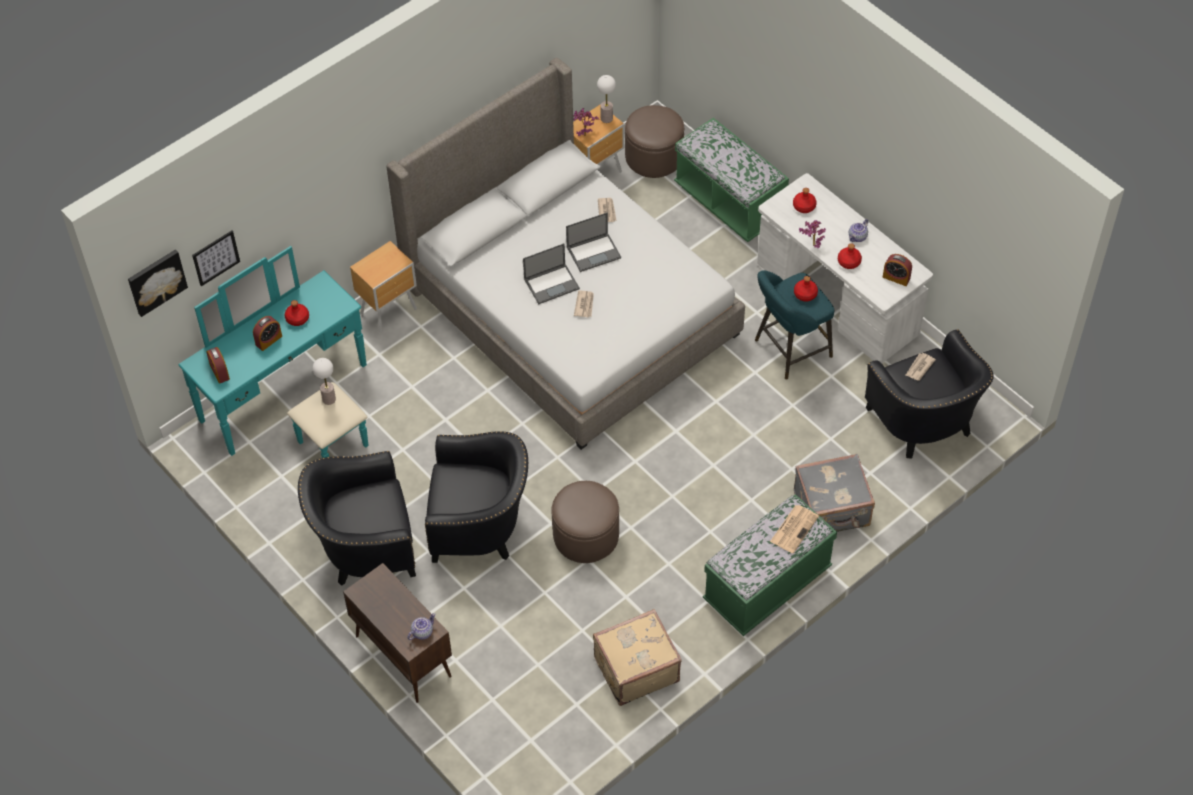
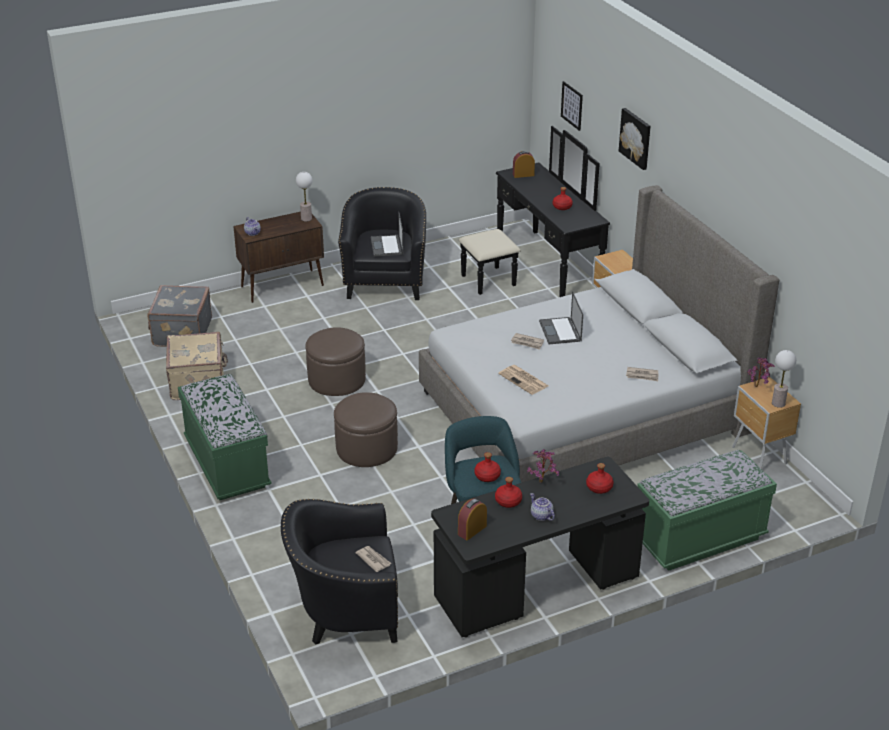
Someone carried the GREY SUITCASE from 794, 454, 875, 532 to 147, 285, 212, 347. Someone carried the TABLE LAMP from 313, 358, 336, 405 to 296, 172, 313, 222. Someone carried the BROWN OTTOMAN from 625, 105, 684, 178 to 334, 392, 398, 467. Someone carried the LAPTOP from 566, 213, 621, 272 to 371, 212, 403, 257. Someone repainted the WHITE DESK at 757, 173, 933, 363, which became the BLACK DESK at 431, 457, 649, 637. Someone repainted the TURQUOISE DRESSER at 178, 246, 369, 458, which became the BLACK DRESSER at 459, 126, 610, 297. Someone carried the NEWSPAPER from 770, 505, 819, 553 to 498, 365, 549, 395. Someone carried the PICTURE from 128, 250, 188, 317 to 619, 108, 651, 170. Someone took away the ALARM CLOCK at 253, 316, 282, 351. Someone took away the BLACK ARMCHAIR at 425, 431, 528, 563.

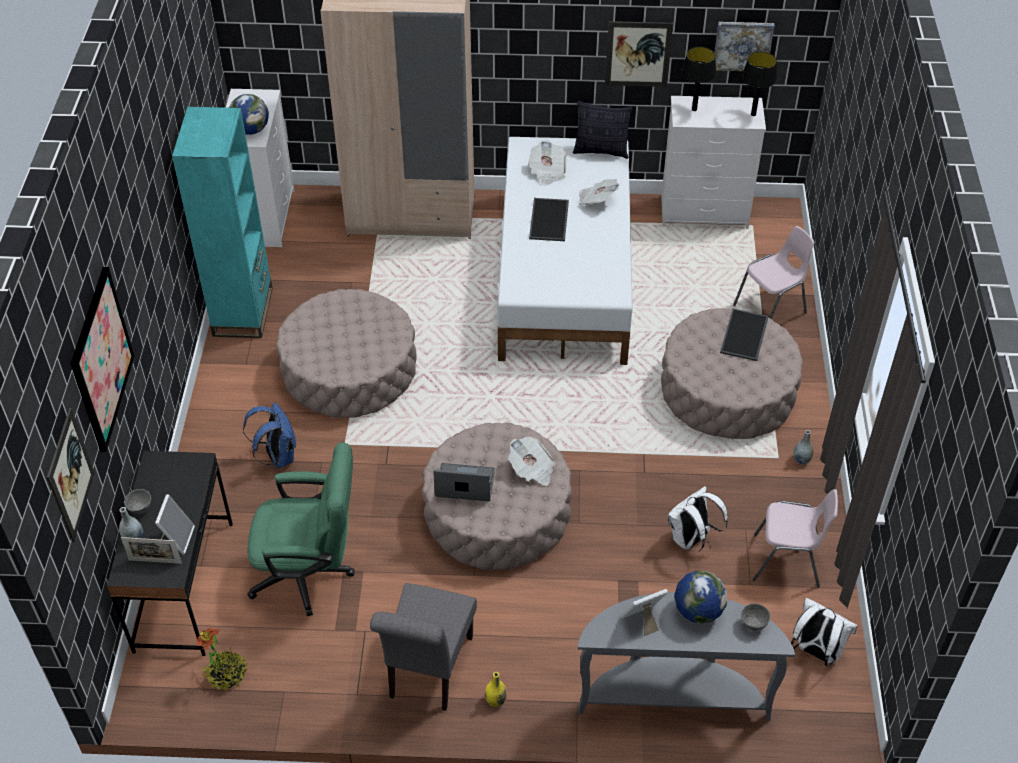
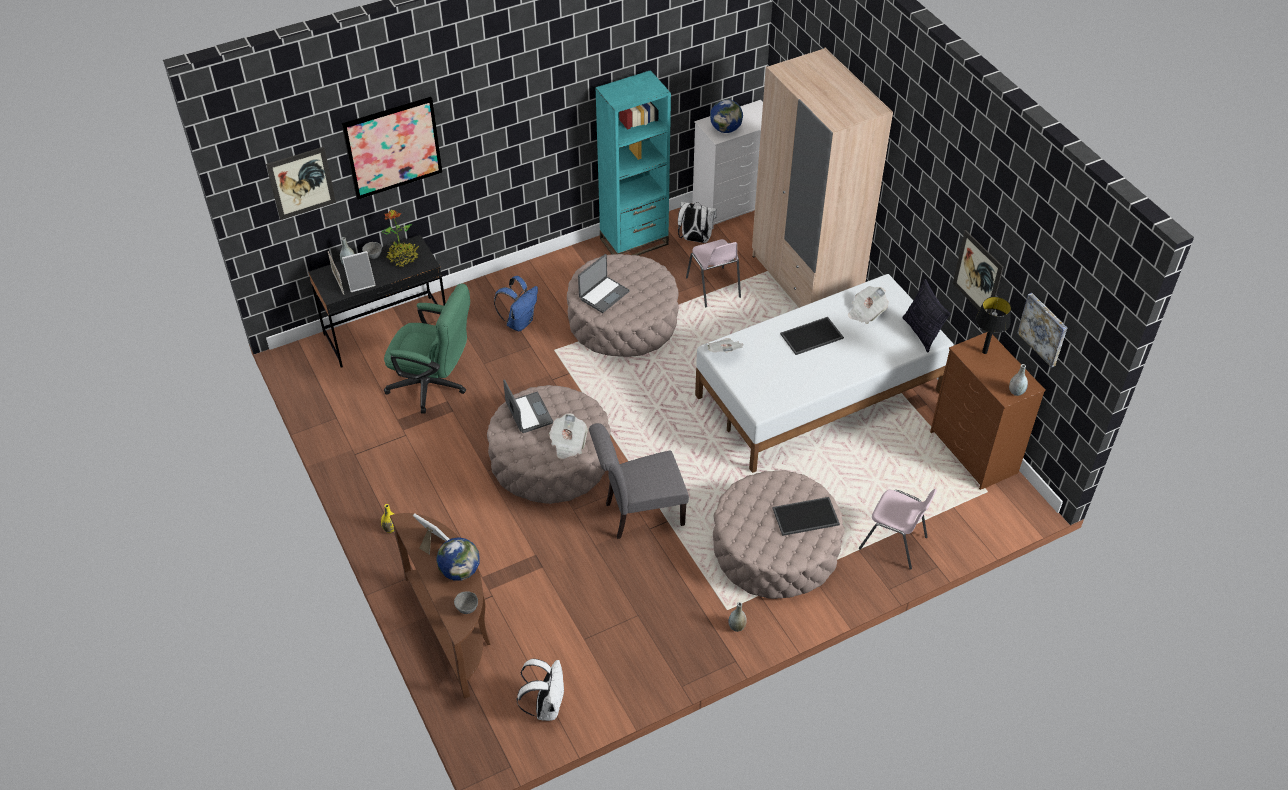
Someone carried the POTTED PLANT from 197, 627, 247, 691 to 382, 210, 419, 267. Someone rotated the GREEN OFFICE CHAIR at 247, 442, 355, 616 by 45 degrees counterclockwise. Someone repainted the GREY CONSOLE TABLE at 578, 592, 795, 721, which became the BROWN CONSOLE TABLE at 390, 513, 490, 699. Someone put down the LAPTOP at 578, 254, 630, 313. Someone carried the GREY CHAIR from 370, 583, 477, 711 to 589, 423, 689, 539. Someone carried the WHITE BACKPACK from 668, 486, 728, 552 to 678, 202, 717, 243. Someone carried the PINK CHAIR from 752, 489, 838, 588 to 686, 239, 741, 307. Someone carried the NEWSPAPER from 579, 179, 619, 205 to 707, 338, 744, 353. Someone repainted the WHITE DRESSER at 661, 96, 766, 229, which became the BROWN DRESSER at 930, 332, 1045, 490. Someone swapped the BLACK TABLE LAMP at 742, 52, 777, 116 for the GREY VASE at 1009, 364, 1028, 396.

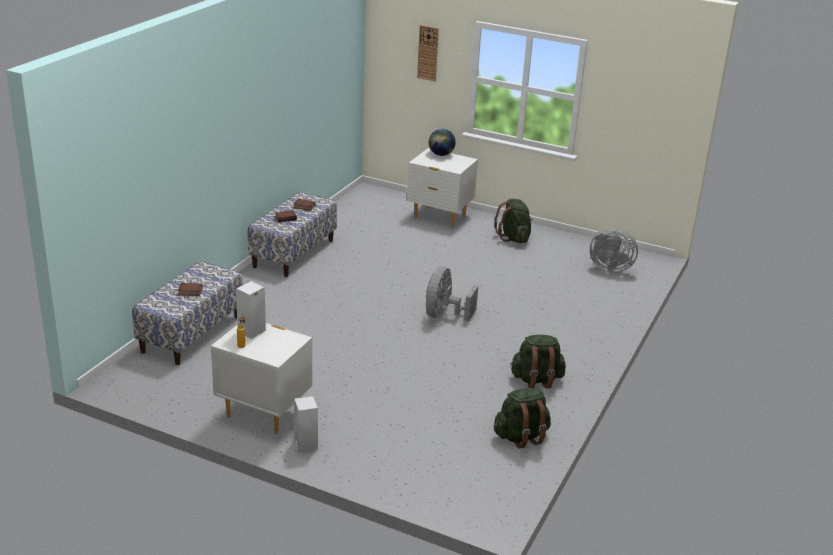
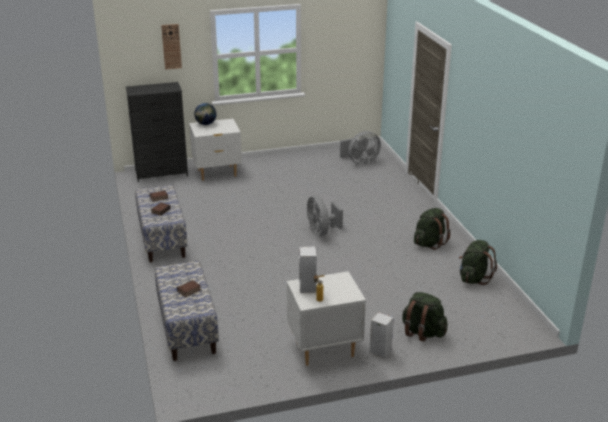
Someone put down the BLACK DRESSER at 126, 82, 188, 182. Someone carried the GREEN BACKPACK from 494, 199, 533, 243 to 402, 292, 447, 342.

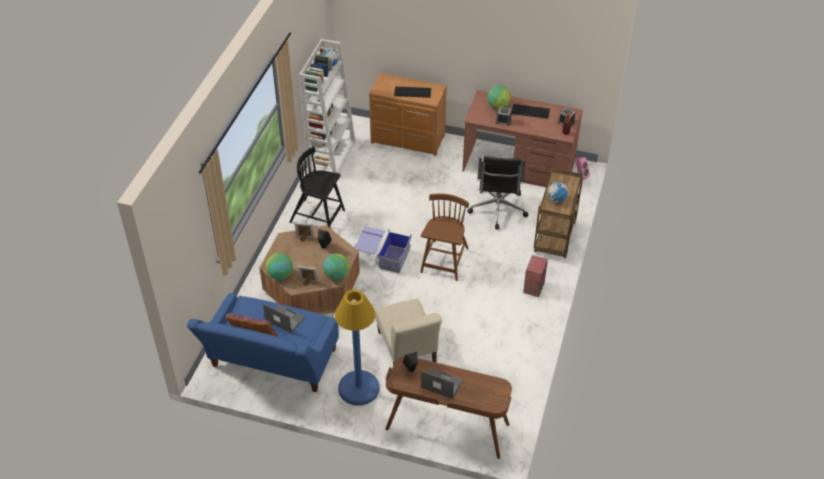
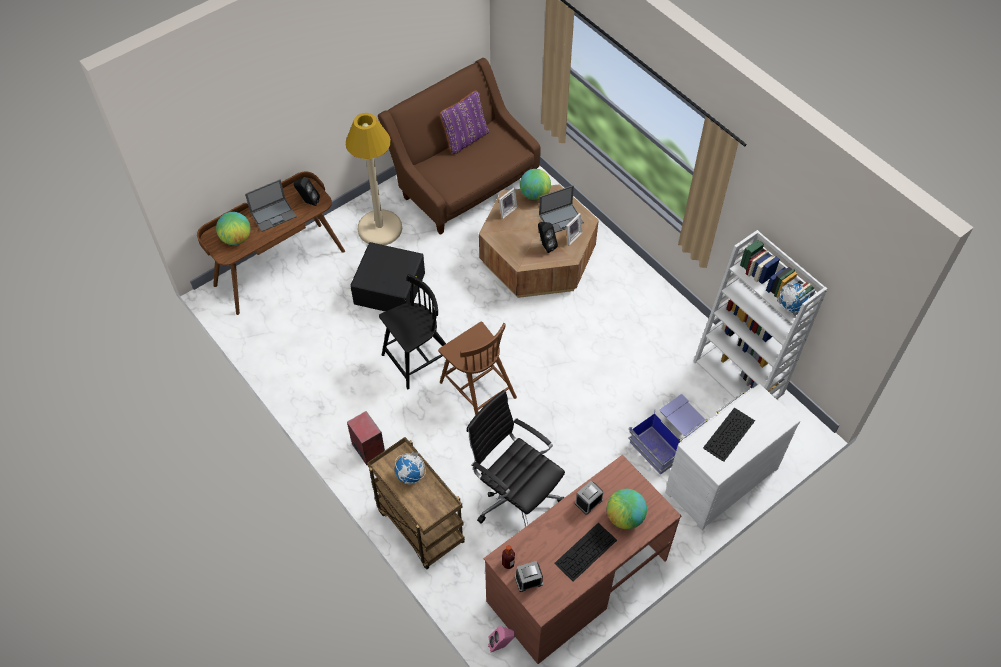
Someone carried the GLOBE from 323, 254, 350, 280 to 216, 212, 250, 245. Someone repainted the BLUE FLOOR LAMP at 335, 289, 380, 406, which became the BEIGE FLOOR LAMP at 346, 113, 402, 245. Someone swapped the BEIGE CHAIR at 376, 299, 442, 366 for the BLACK STORAGE BOX at 350, 242, 425, 312. Someone repainted the BLUE SOFA at 187, 294, 339, 392, which became the BROWN SOFA at 378, 58, 541, 235. Someone carried the BLACK CHAIR from 290, 146, 345, 229 to 379, 274, 446, 389. Someone carried the LAPTOP from 263, 304, 305, 333 to 539, 185, 584, 233. Someone carried the BLUE STORAGE BOX from 354, 226, 412, 273 to 628, 394, 709, 474. Someone repainted the BROWN DRESSER at 369, 73, 447, 156, which became the WHITE DRESSER at 665, 384, 800, 530.

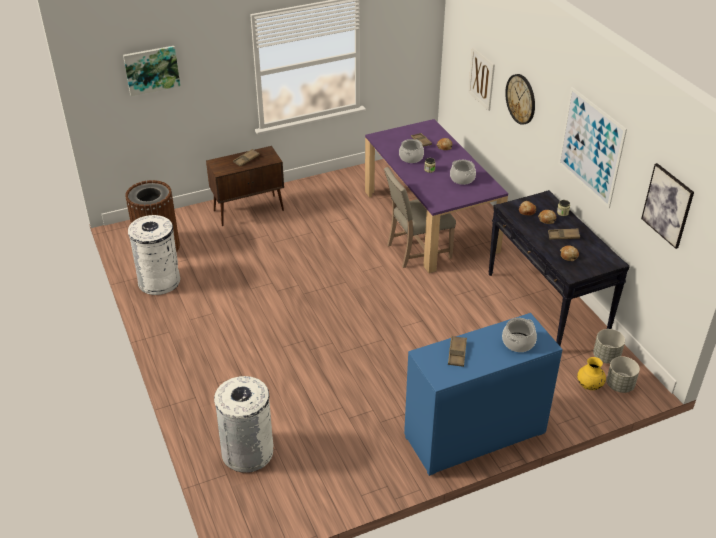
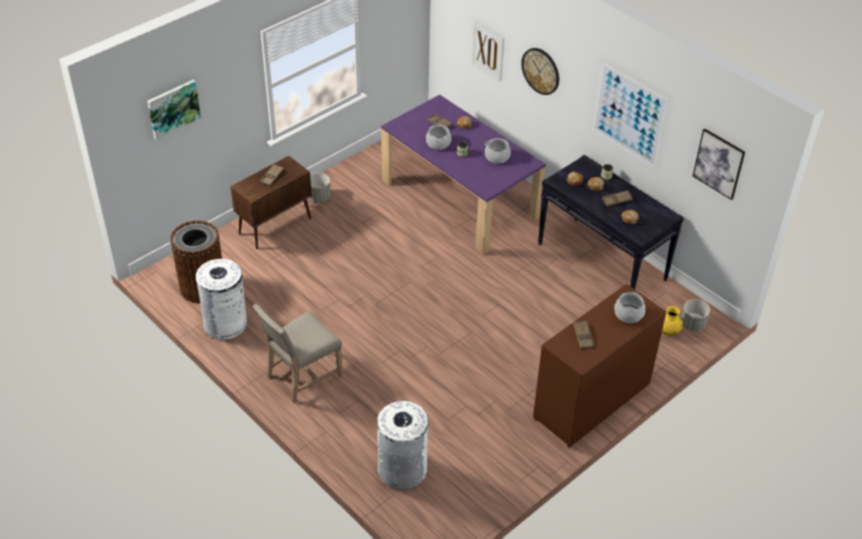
Someone carried the BEIGE CHAIR from 384, 167, 456, 268 to 252, 304, 343, 403. Someone carried the GREY PLANTER from 593, 329, 625, 364 to 309, 173, 331, 202. Someone repainted the BLUE DRESSER at 404, 313, 563, 476, which became the BROWN DRESSER at 533, 284, 667, 448.

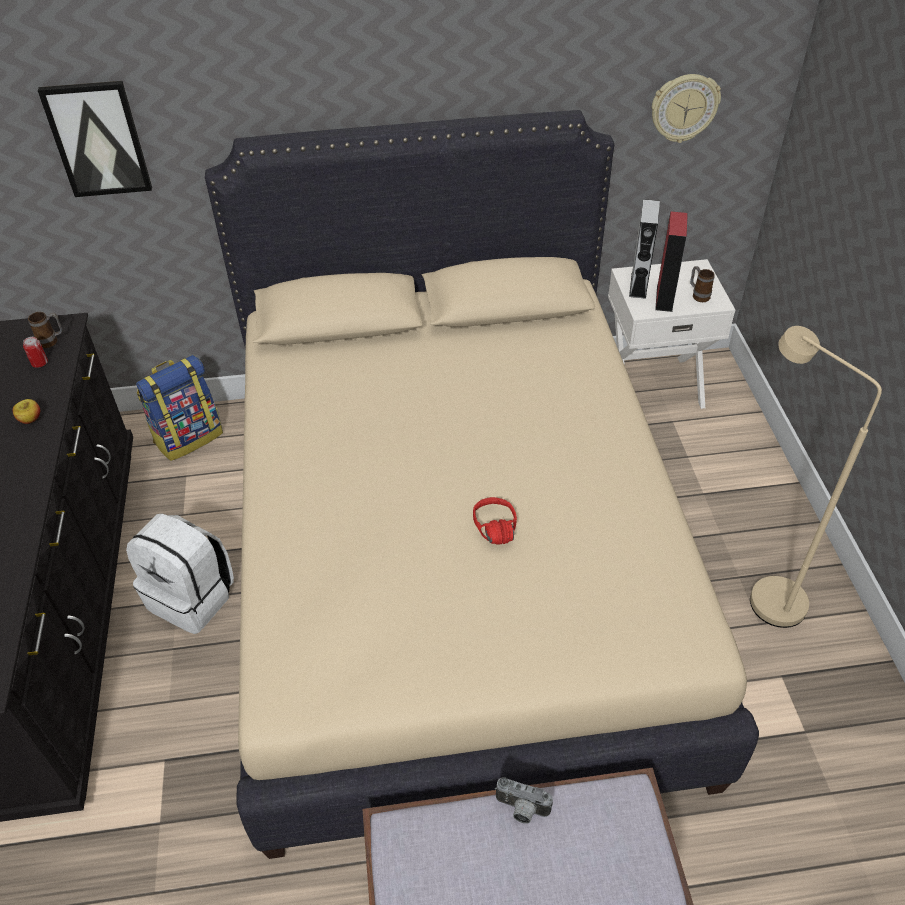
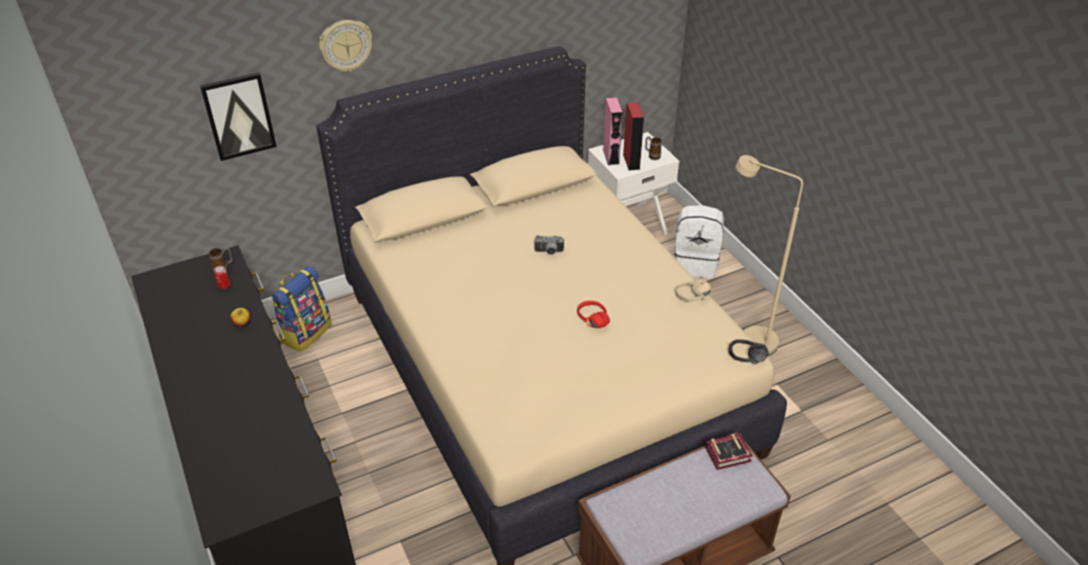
Someone carried the WALL CLOCK from 652, 74, 721, 143 to 319, 20, 372, 72. Someone carried the PHOTO CAMERA from 495, 777, 553, 824 to 534, 235, 564, 255. Someone repainted the GREY SPEAKER at 629, 199, 660, 299, which became the PINK SPEAKER at 603, 97, 623, 165. Someone carried the WHITE BACKPACK from 126, 514, 234, 634 to 673, 205, 724, 278. Someone put down the BEIGE HEADPHONES at 675, 279, 711, 302. Someone put down the BOOK at 705, 433, 753, 470. Someone put down the BLACK HEADPHONES at 728, 339, 769, 364.

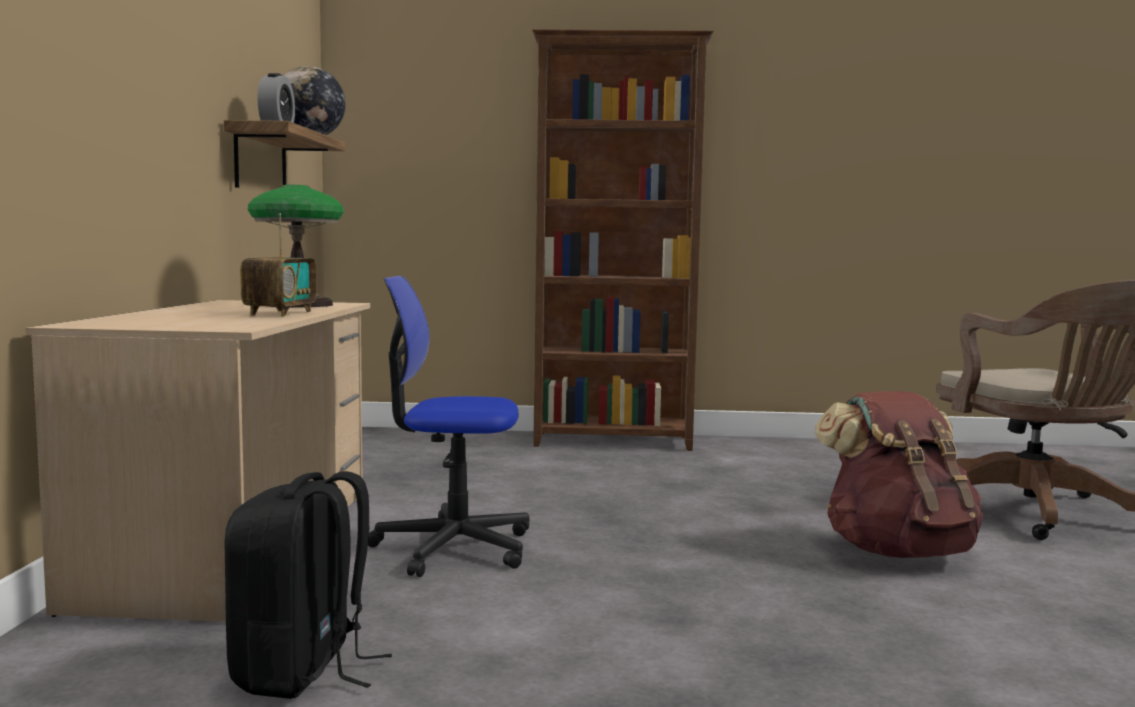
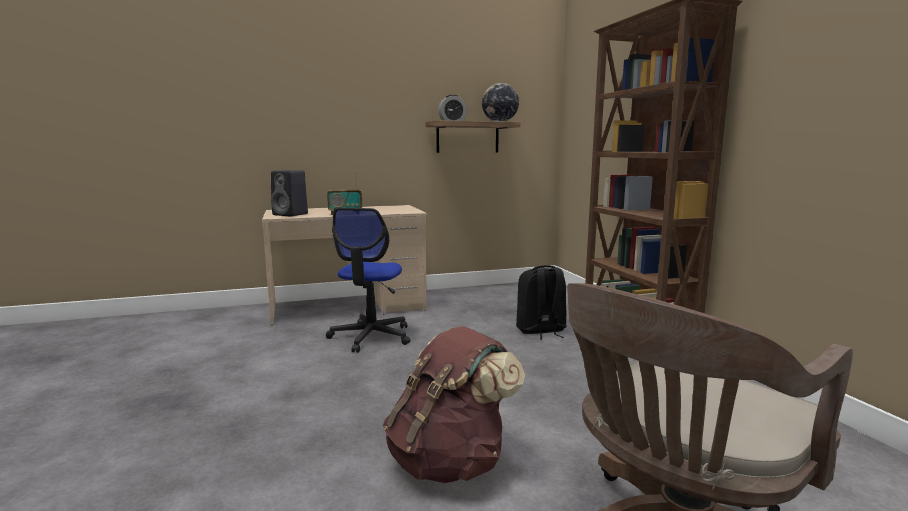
Someone put down the BLACK SPEAKER at 271, 170, 308, 216. Someone rotated the OFFICE CHAIR at 368, 276, 530, 577 by 150 degrees counterclockwise. Someone carried the BLACK BACKPACK from 225, 471, 392, 699 to 516, 265, 567, 340. Someone took away the TABLE LAMP at 248, 185, 344, 308.

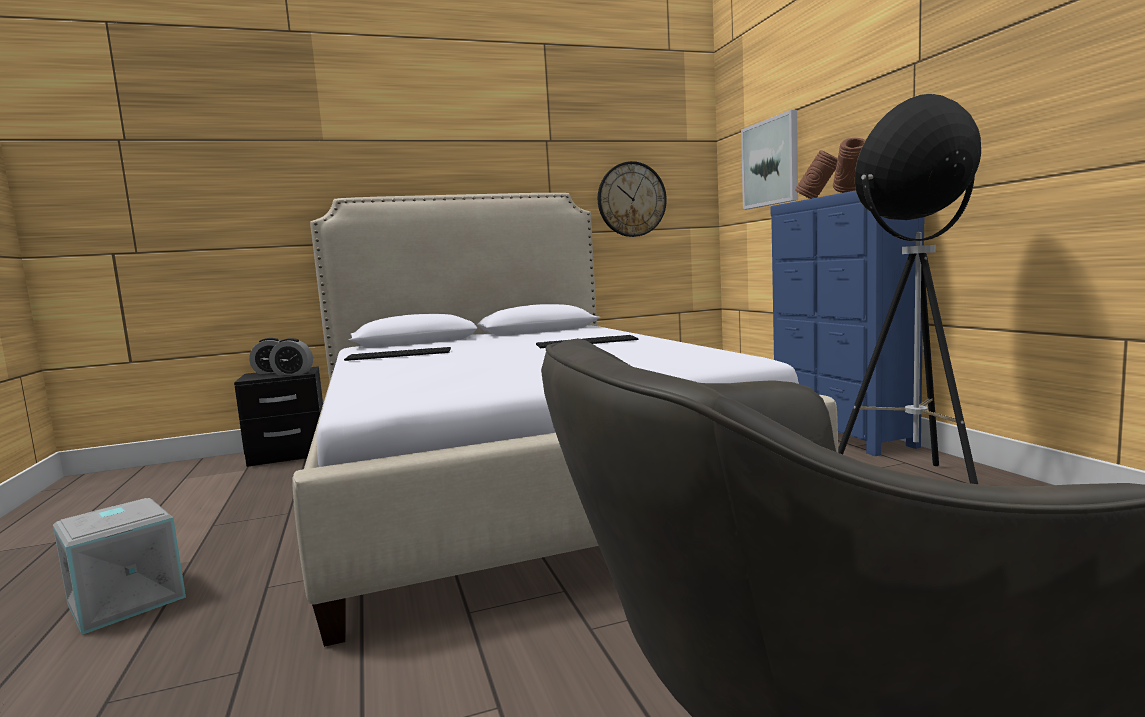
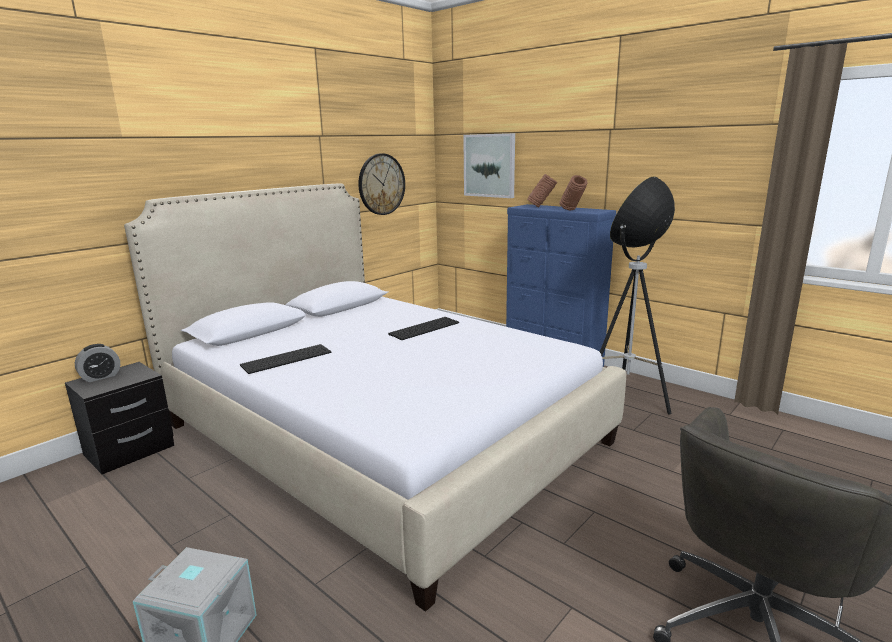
Someone took away the ALARM CLOCK at 269, 338, 313, 376.

